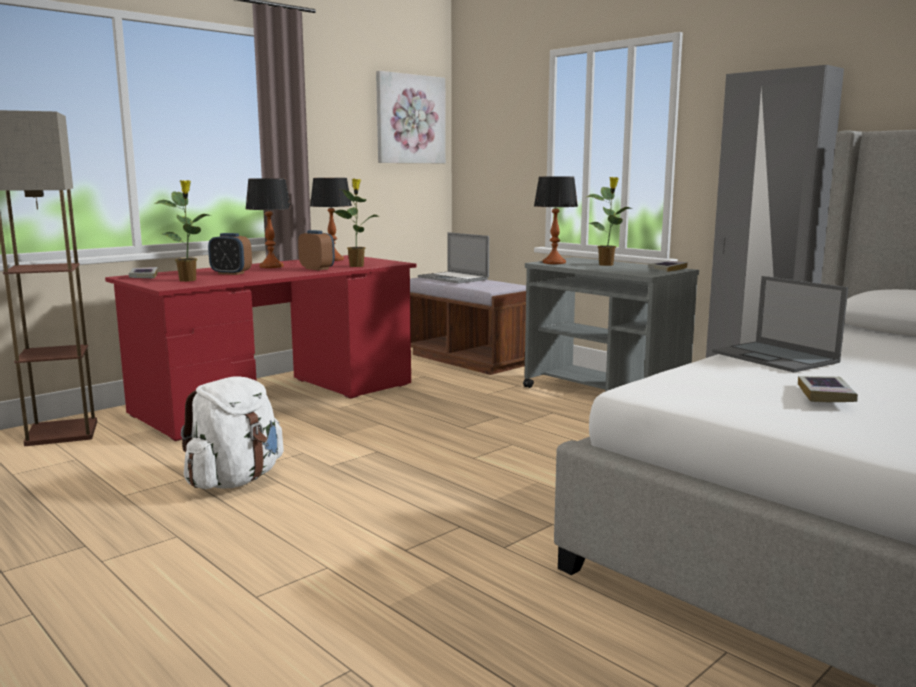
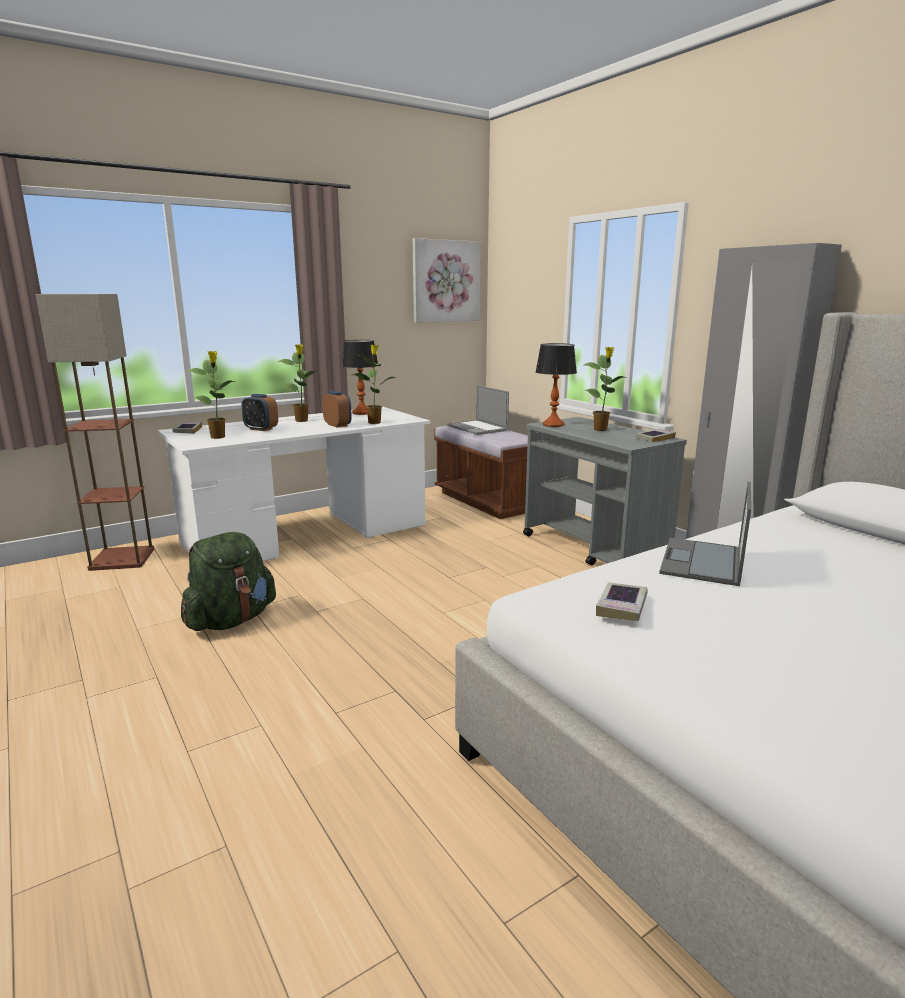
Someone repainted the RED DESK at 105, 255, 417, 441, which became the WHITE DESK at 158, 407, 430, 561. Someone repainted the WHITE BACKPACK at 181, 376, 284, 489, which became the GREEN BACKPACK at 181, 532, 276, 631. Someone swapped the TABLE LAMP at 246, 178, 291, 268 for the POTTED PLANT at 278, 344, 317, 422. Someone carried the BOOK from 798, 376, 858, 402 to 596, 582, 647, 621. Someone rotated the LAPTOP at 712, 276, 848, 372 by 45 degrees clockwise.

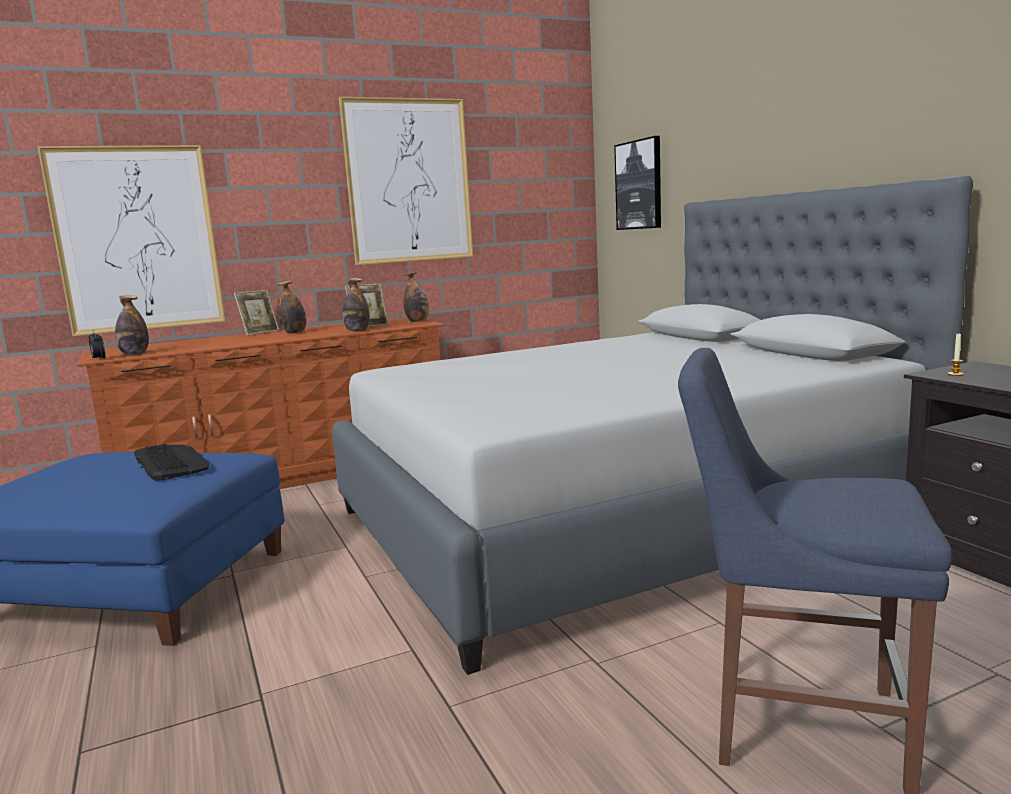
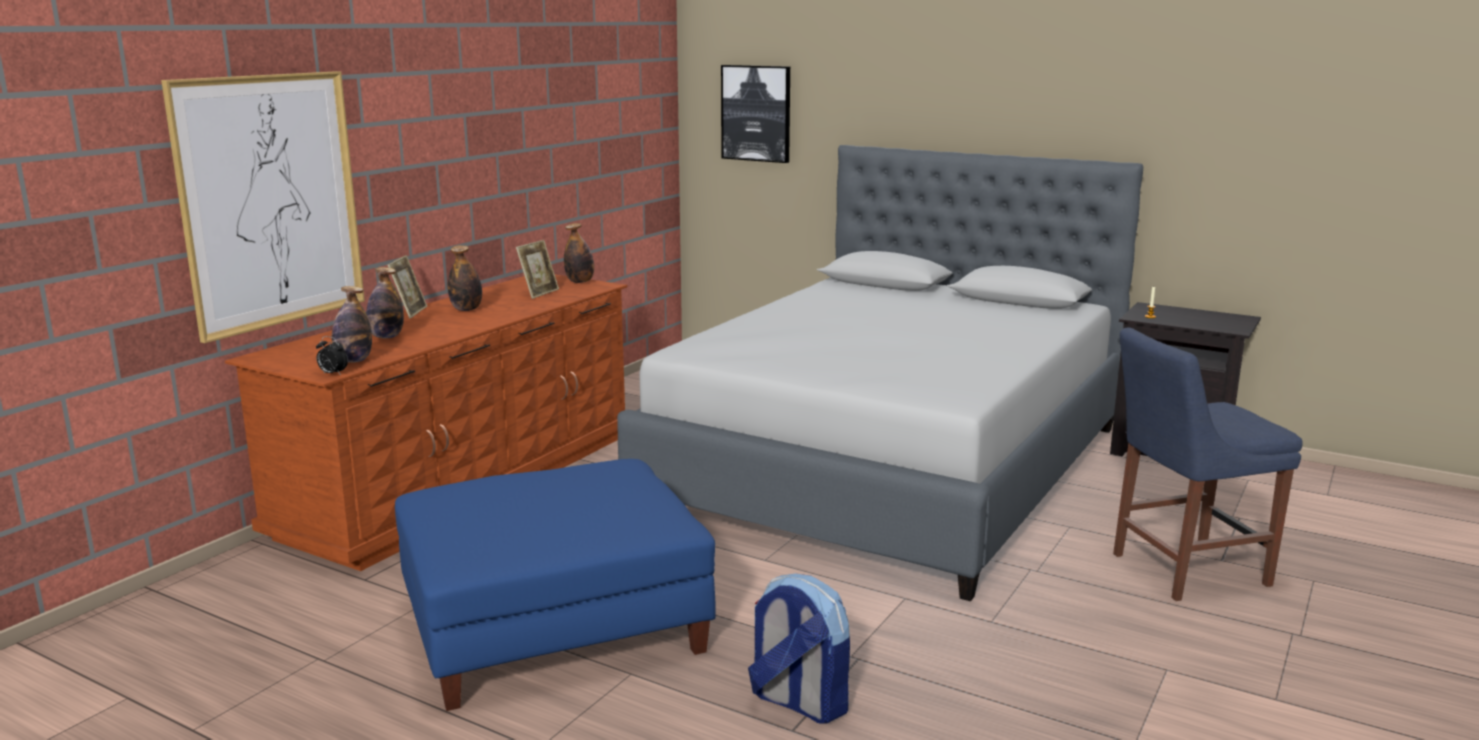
Someone carried the BOTTLE from 342, 278, 370, 331 to 366, 267, 404, 338. Someone put down the BACKPACK at 748, 574, 850, 723. Someone took away the KEYBOARD at 134, 444, 210, 481. Someone took away the PICTURE at 339, 97, 473, 265.

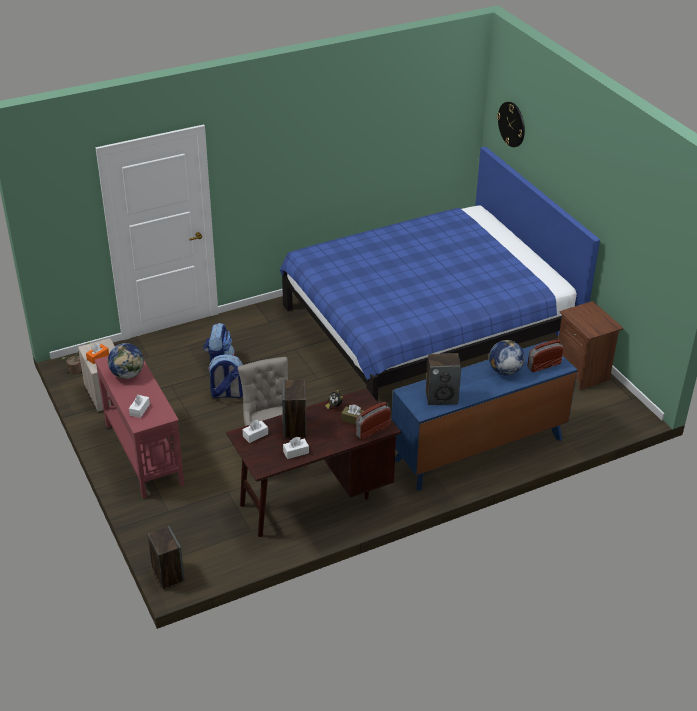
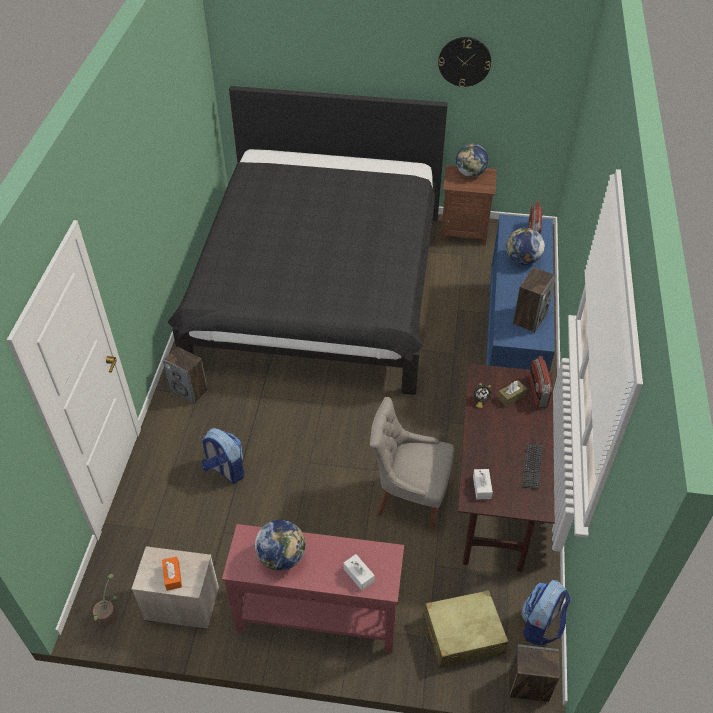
Someone carried the SPEAKER from 282, 380, 306, 438 to 163, 347, 208, 404. Someone repainted the BLUE BED at 280, 146, 600, 402, which became the BLACK BED at 167, 86, 448, 395. Someone put down the BEIGE SUITCASE at 423, 590, 508, 668. Someone carried the WALL CLOCK from 497, 102, 525, 147 to 438, 37, 491, 87. Someone put down the GLOBE at 456, 144, 489, 177. Someone carried the BACKPACK from 208, 354, 243, 398 to 521, 580, 570, 646. Someone swapped the WHITE TISSUE BOX at 283, 437, 309, 459 for the KEYBOARD at 522, 444, 543, 489.

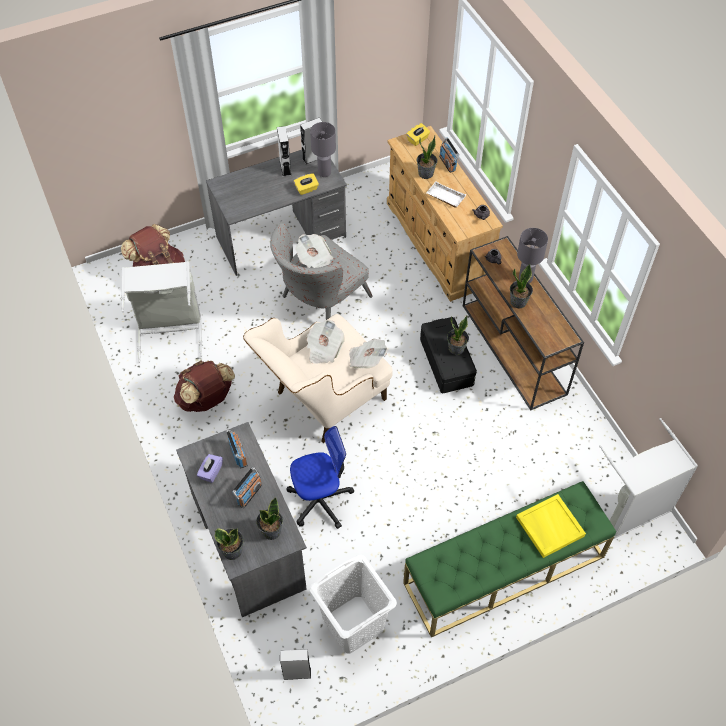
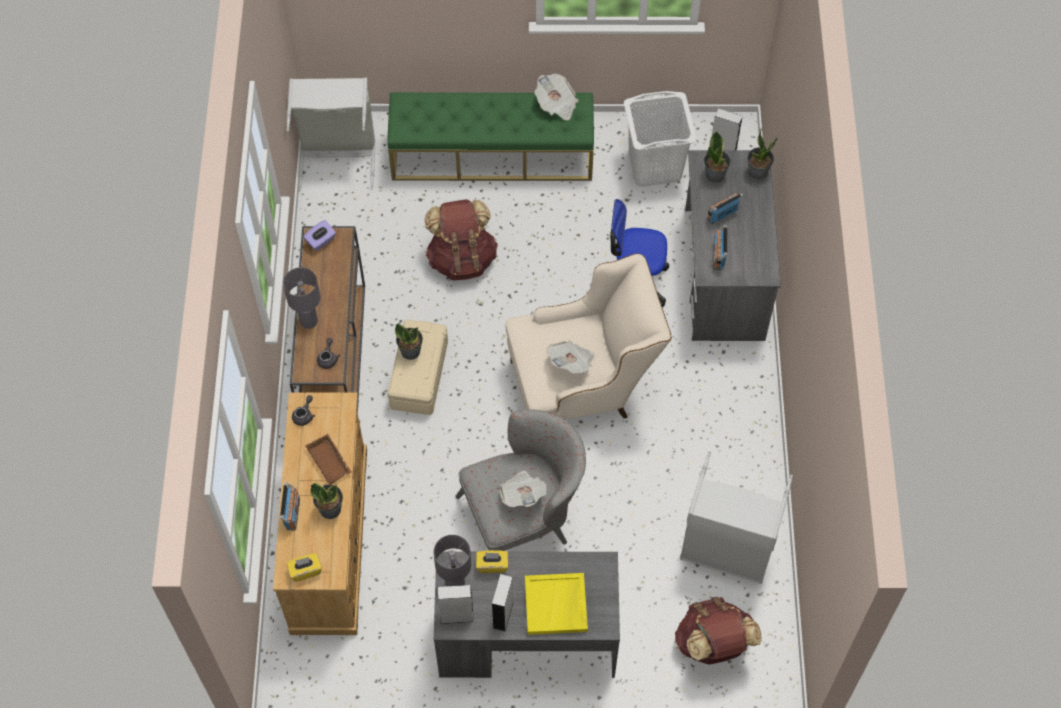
Someone carried the PURPLE TISSUE BOX from 197, 454, 223, 483 to 303, 220, 336, 251. Someone repainted the WHITE TRAY at 426, 181, 466, 208, which became the BROWN TRAY at 305, 434, 352, 484. Someone repainted the BLACK STORAGE BOX at 420, 317, 477, 393, which became the BEIGE STORAGE BOX at 388, 320, 448, 415. Someone carried the BROWN BACKPACK from 174, 360, 235, 412 to 425, 199, 498, 280. Someone carried the YELLOW TRAY from 516, 494, 586, 558 to 525, 573, 588, 635. Someone carried the NEWSPAPER from 349, 339, 388, 369 to 535, 74, 579, 121. Someone took away the POTTED PLANT at 510, 264, 533, 308.

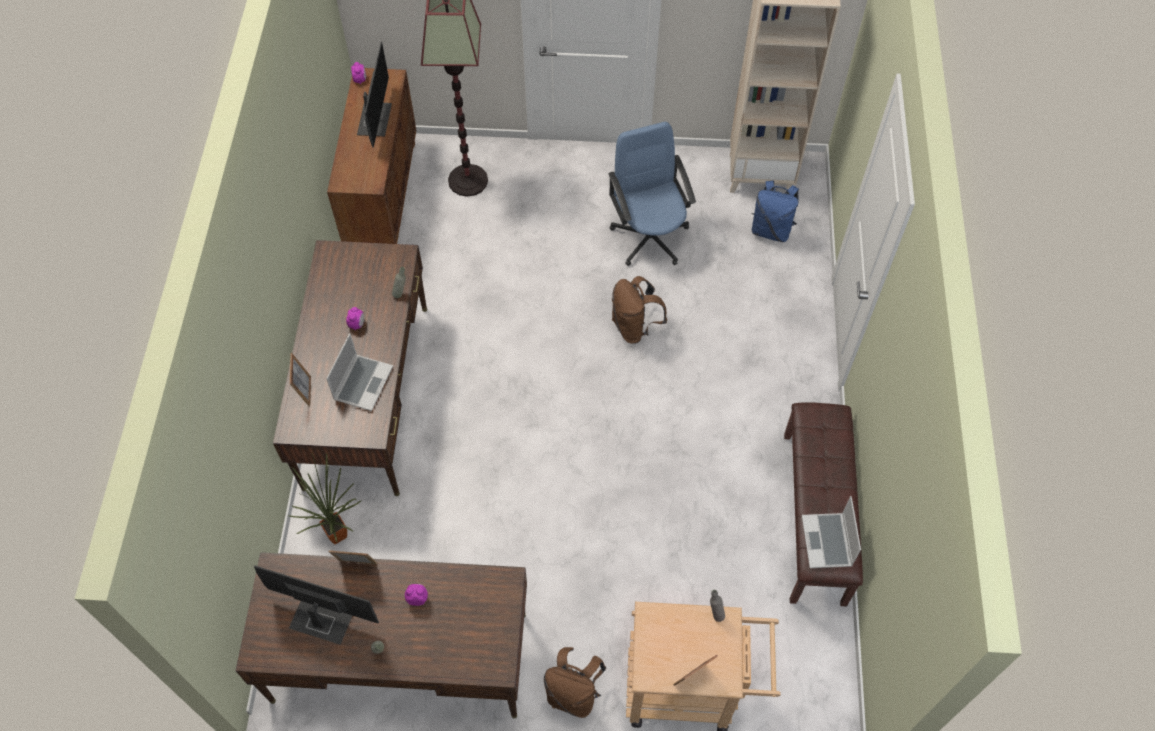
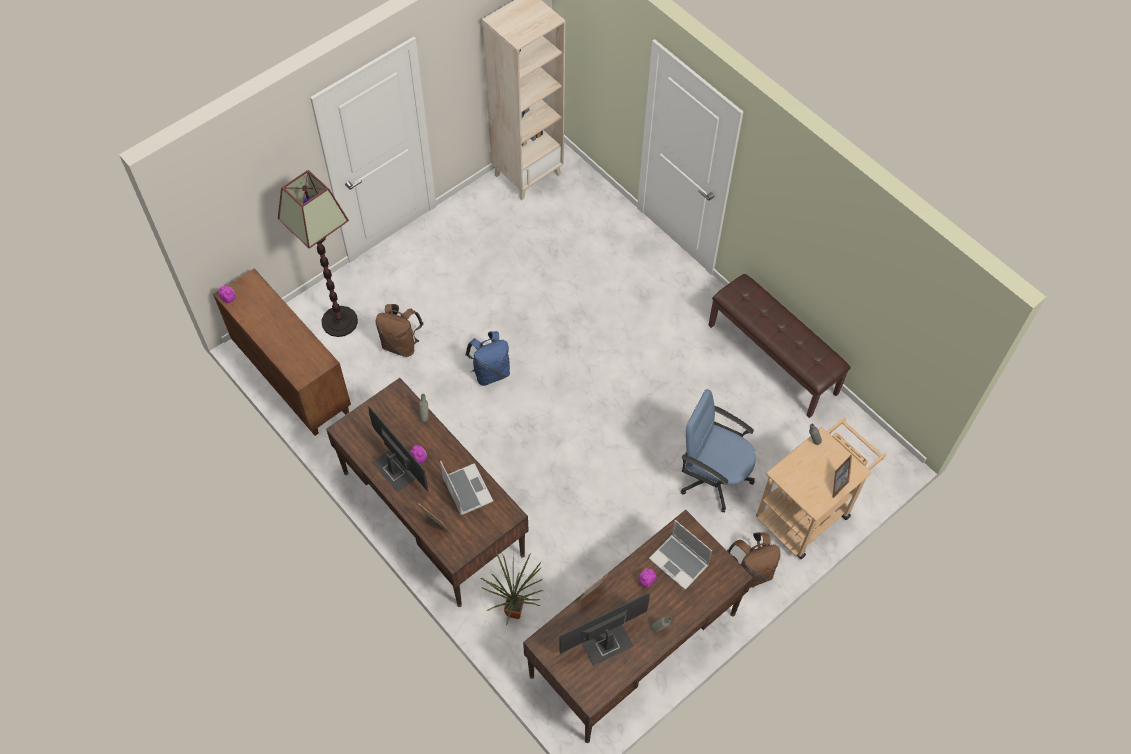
Someone carried the MONITOR from 357, 42, 392, 147 to 368, 406, 428, 492. Someone carried the BROWN BACKPACK from 612, 276, 667, 344 to 376, 304, 424, 357. Someone carried the BLUE BACKPACK from 752, 181, 799, 242 to 465, 331, 510, 386. Someone carried the LAPTOP from 802, 496, 861, 568 to 649, 520, 712, 590. Someone carried the BLUE OFFICE CHAIR from 608, 122, 696, 266 to 681, 389, 756, 513.

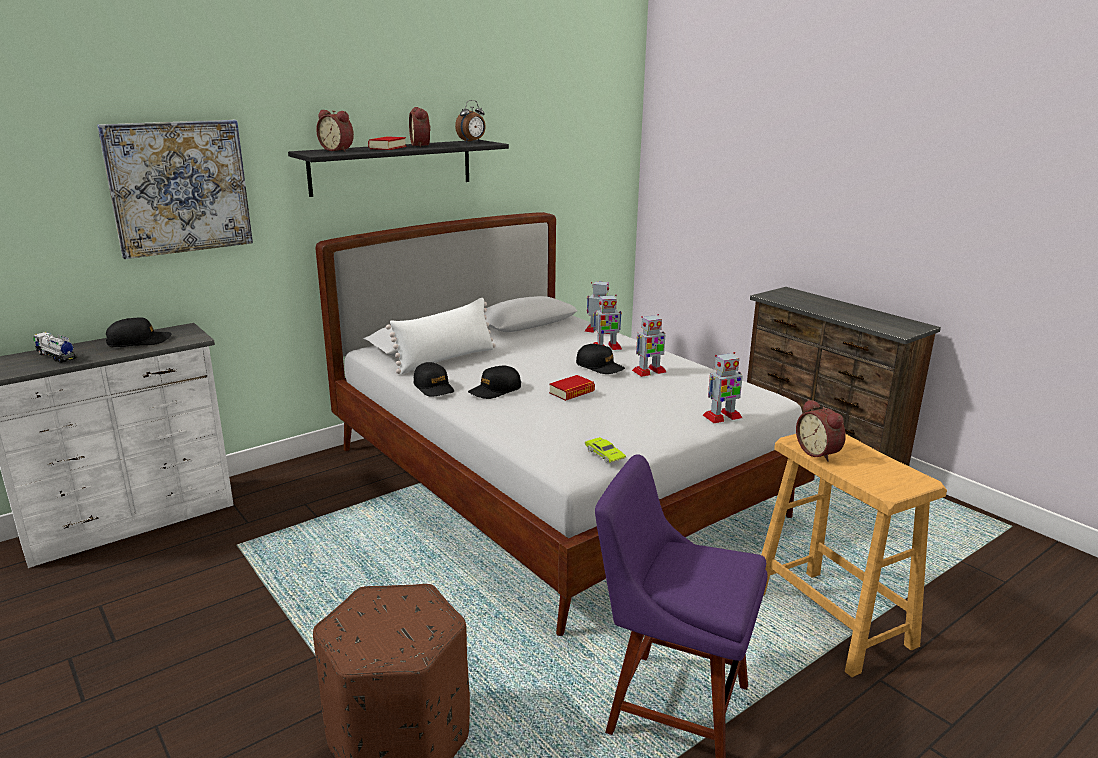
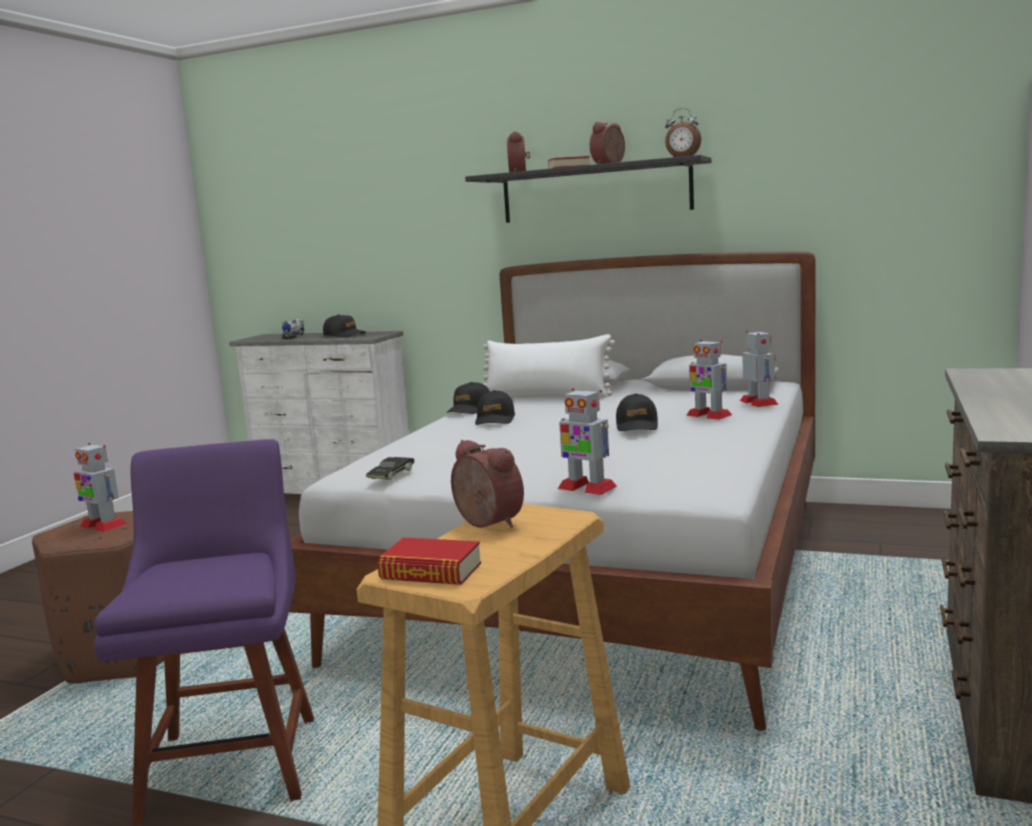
Someone carried the TOY ROBOT from 632, 314, 666, 377 to 74, 443, 127, 532. Someone repainted the GREEN TOY CAR at 585, 437, 626, 463, which became the BLACK TOY CAR at 366, 457, 415, 480. Someone carried the BOOK from 549, 375, 595, 401 to 378, 537, 481, 585. Someone rotated the ALARM CLOCK at 796, 399, 846, 462 by 105 degrees clockwise. Someone rotated the BLACK CAP at 468, 366, 521, 399 by 105 degrees counterclockwise. Someone took away the PICTURE at 97, 120, 253, 259.

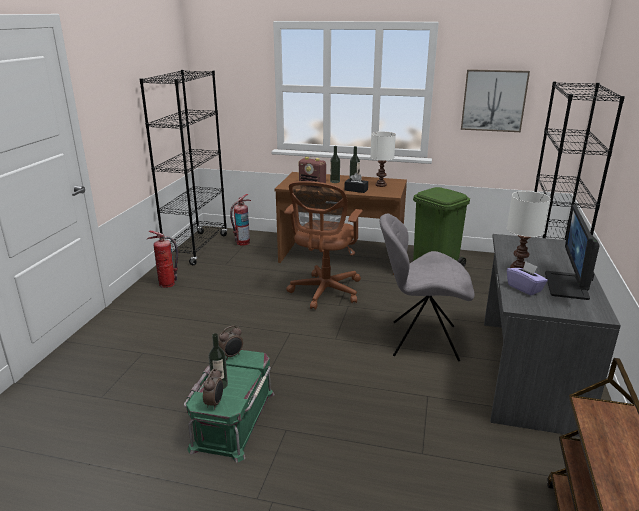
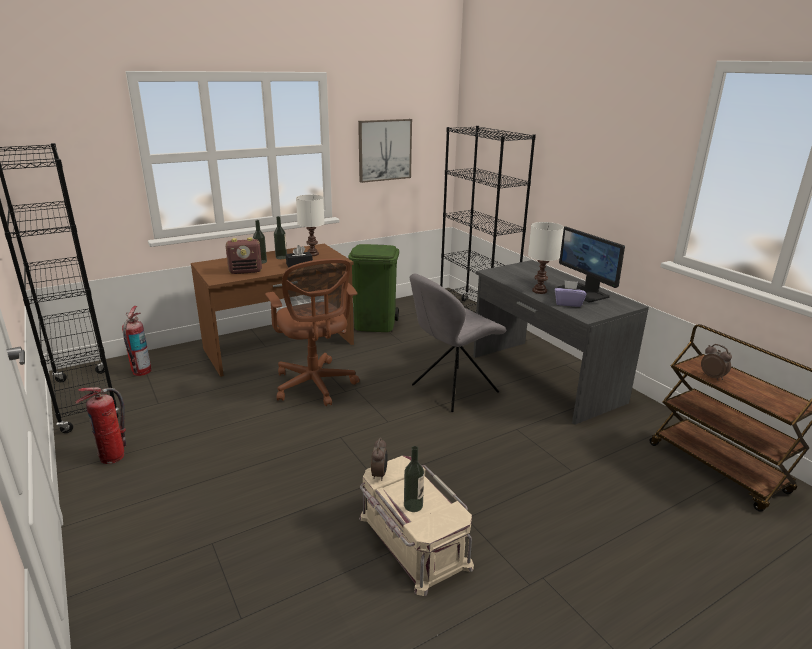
Someone repainted the GREEN STORAGE BOX at 184, 350, 275, 462, which became the BEIGE STORAGE BOX at 359, 455, 474, 596. Someone carried the ALARM CLOCK from 203, 369, 223, 410 to 701, 344, 732, 381.

